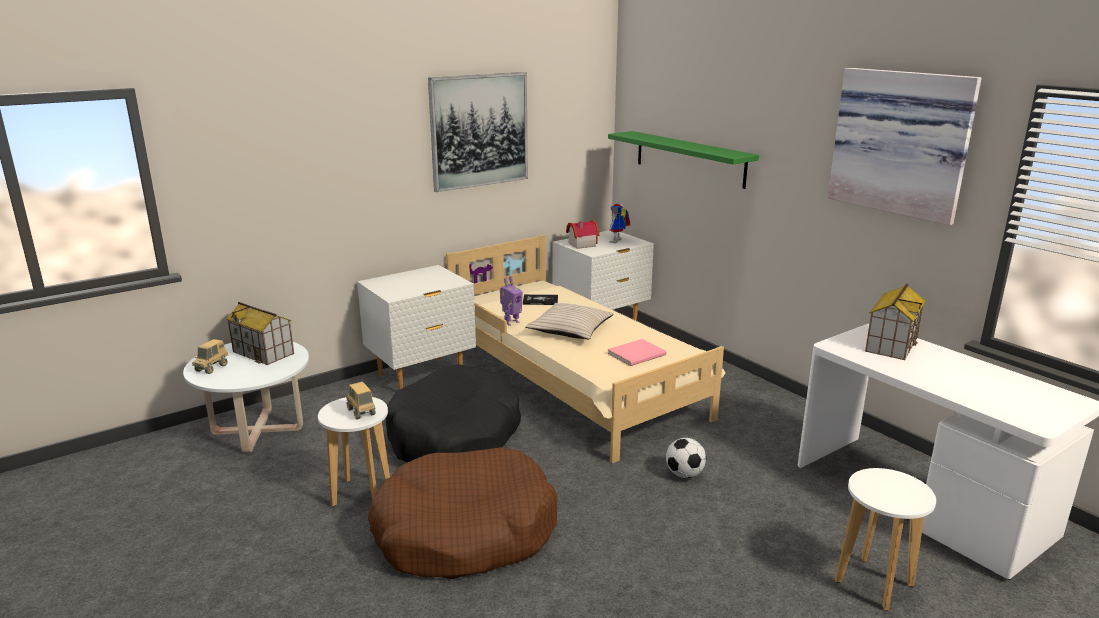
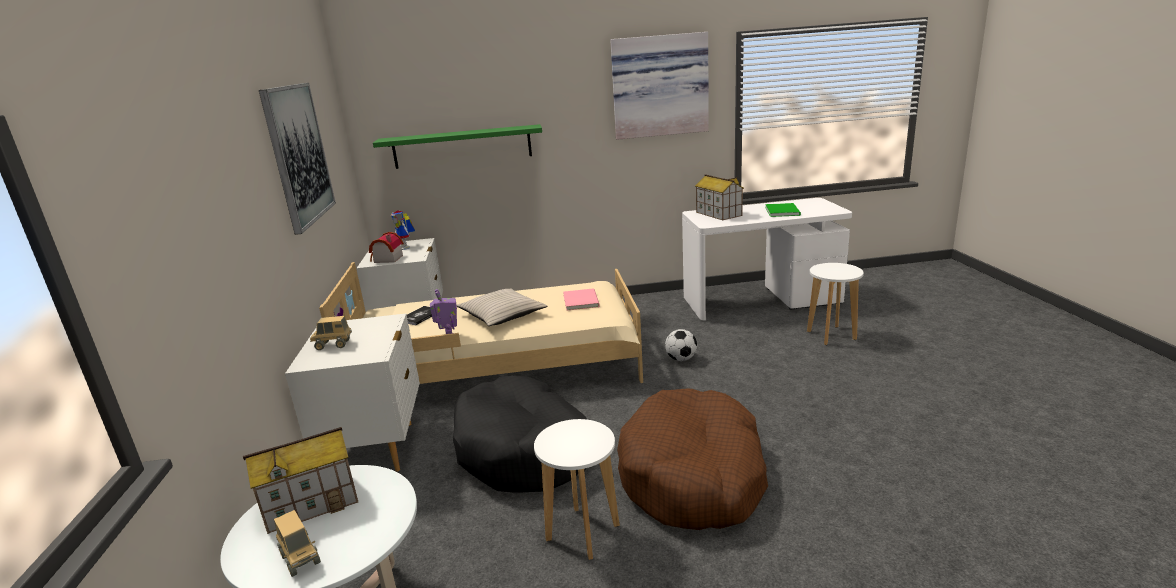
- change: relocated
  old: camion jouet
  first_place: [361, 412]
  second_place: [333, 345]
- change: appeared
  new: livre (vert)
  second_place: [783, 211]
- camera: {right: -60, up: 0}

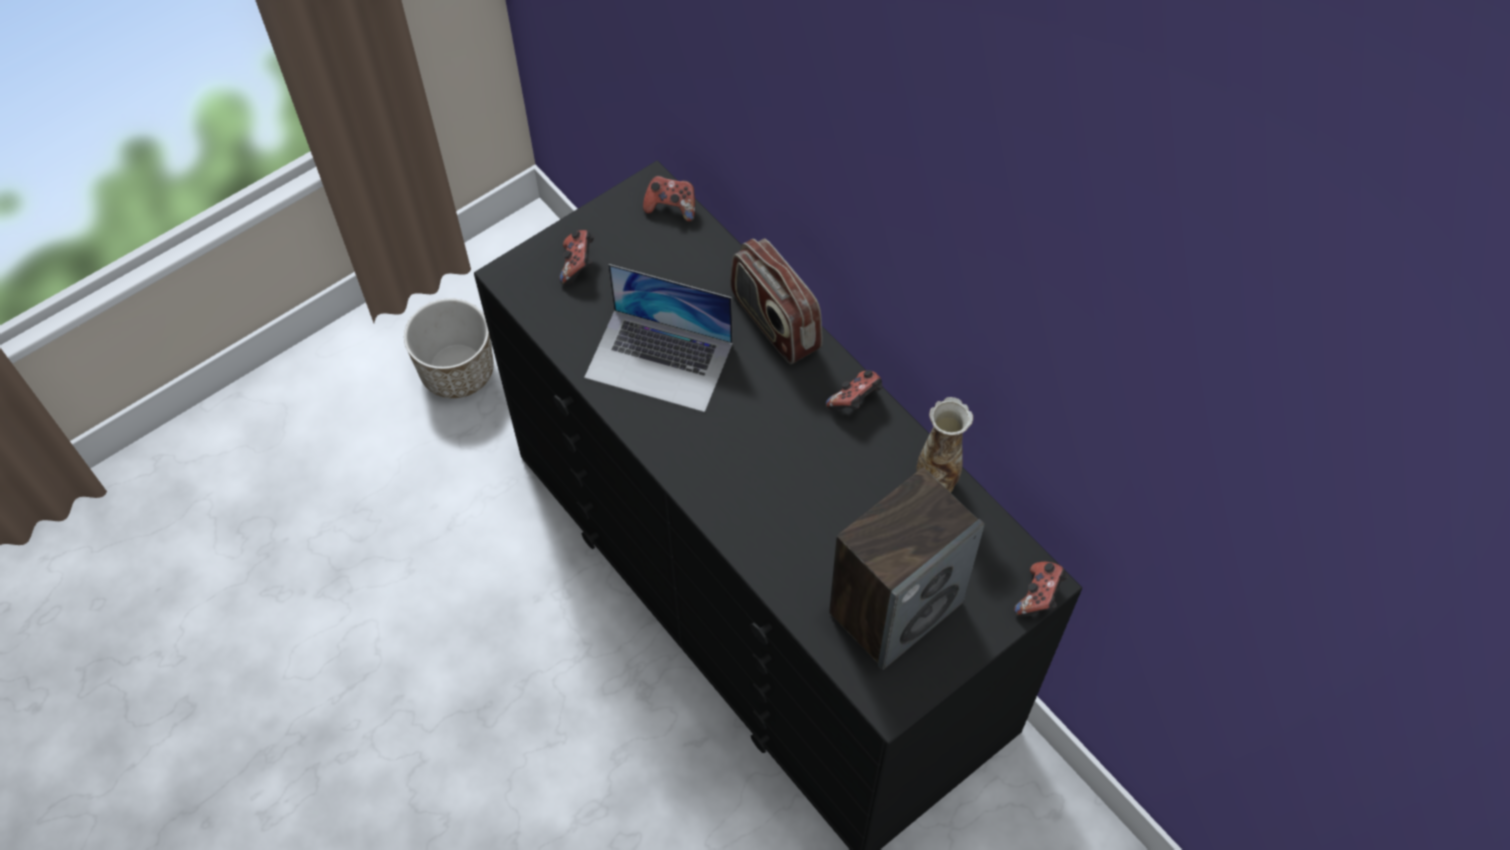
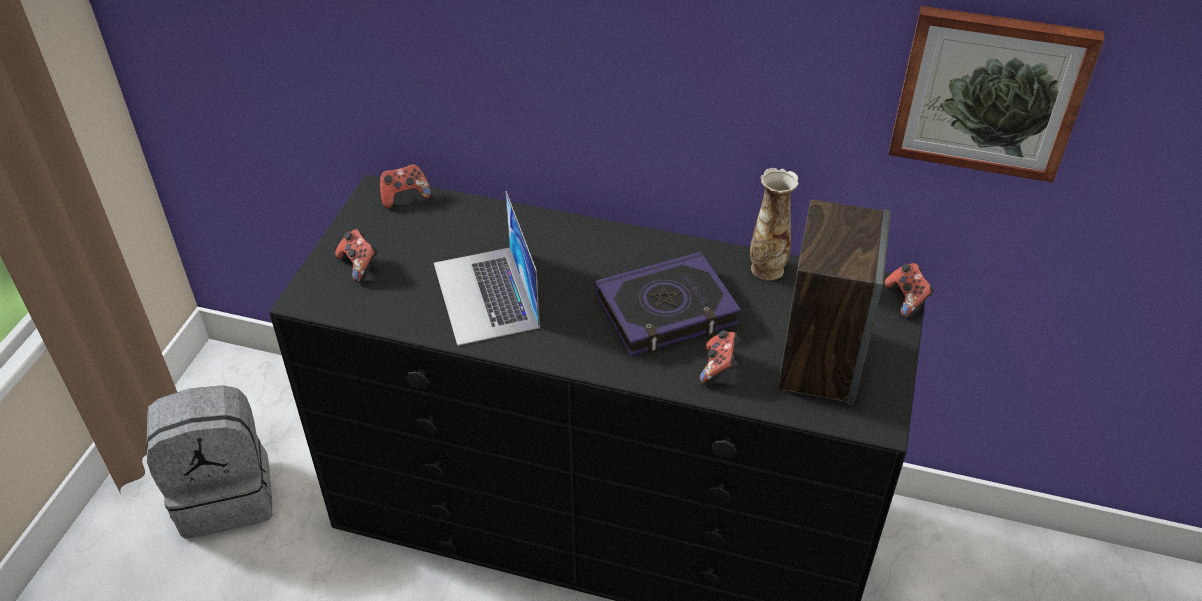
- change: exchanged
  old: cache-pot
  new: sac à dos (gris)
  first_place: [457, 371]
  second_place: [226, 494]
- change: spun
  old: ordinateur portable
  first_place: [659, 360]
  second_place: [486, 295]
  degrees: 90
- change: appeared
  new: livre
  second_place: [666, 311]
- change: relocated
  old: manette
  first_place: [855, 401]
  second_place: [719, 368]
- change: appeared
  new: tableau
  second_place: [989, 92]
- change: missing
  old: radio
  first_place: [774, 322]
- camera: {right: -35, up: -15}

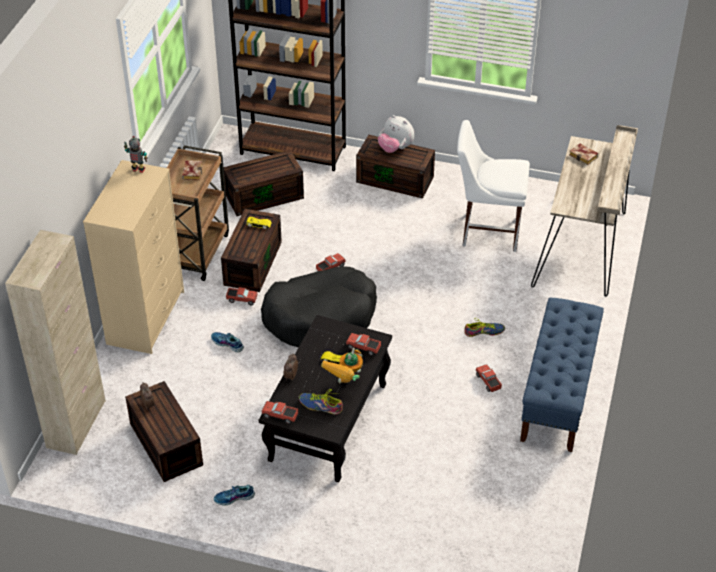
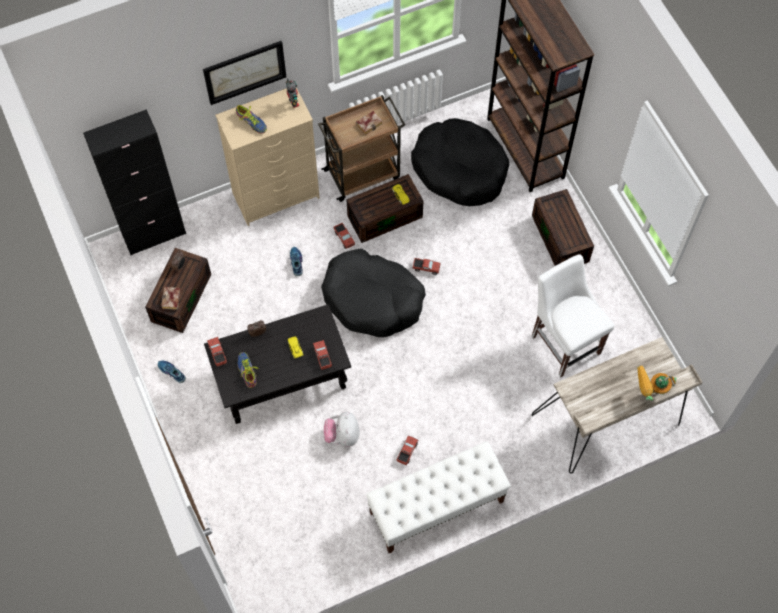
- change: colour
  old: meuble de rangement (beige)
  new: meuble de rangement (noir)
  first_place: [76, 424]
  second_place: [154, 234]
- change: relocated
  old: livre
  first_place: [584, 156]
  second_place: [172, 300]
- change: appeared
  new: tableau
  second_place: [244, 72]
- change: relocated
  old: chaussure
  first_place: [484, 332]
  second_place: [252, 122]
- change: relocated
  old: peluche
  first_place: [395, 148]
  second_place: [342, 435]
- change: colour
  old: banc (bleu)
  new: banc (blanc)
  first_place: [558, 395]
  second_place: [436, 507]
- change: exchanged
  old: boîte de rangement (marron)
  new: panier pour chien (noir)
  first_place: [265, 195]
  second_place: [459, 169]
- change: relocated
  old: robot jouet
  first_place: [346, 385]
  second_place: [649, 392]
- camera: {right: 50, up: 20}

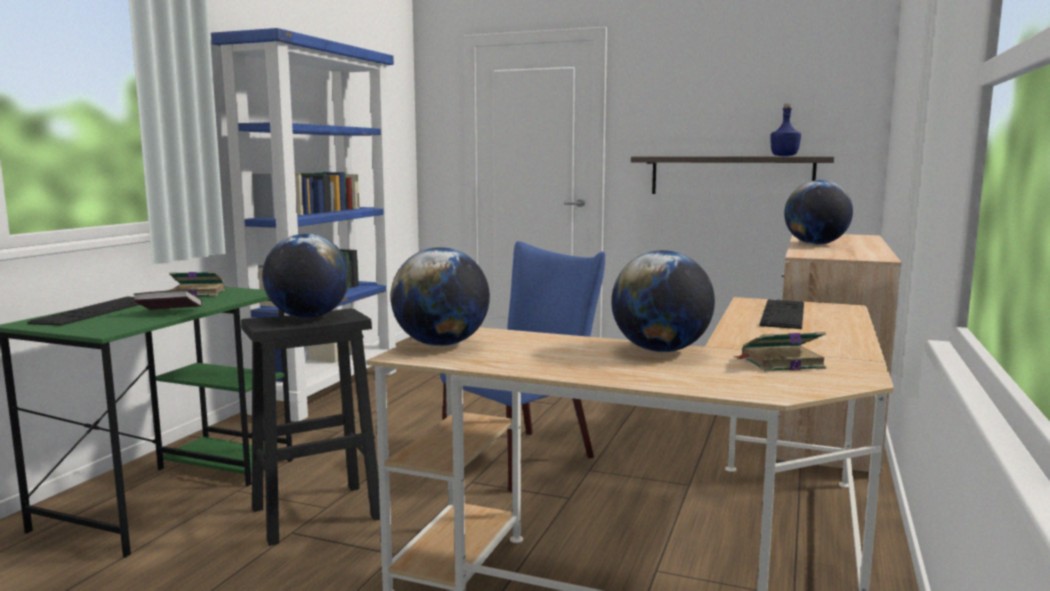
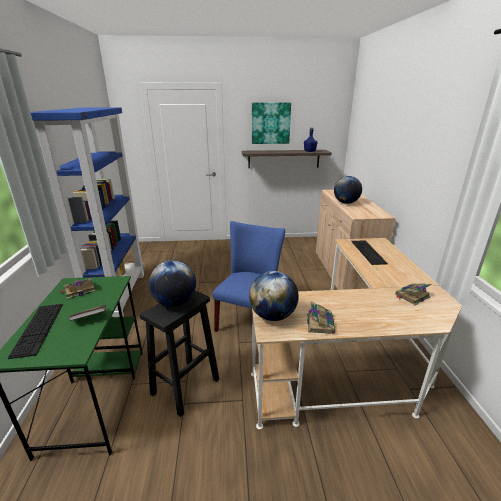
- change: appeared
  new: tableau
  second_place: [270, 123]
- change: appeared
  new: livre
  second_place: [320, 323]
- change: missing
  old: globe
  first_place: [660, 350]
- camera: {right: -25, up: 15}

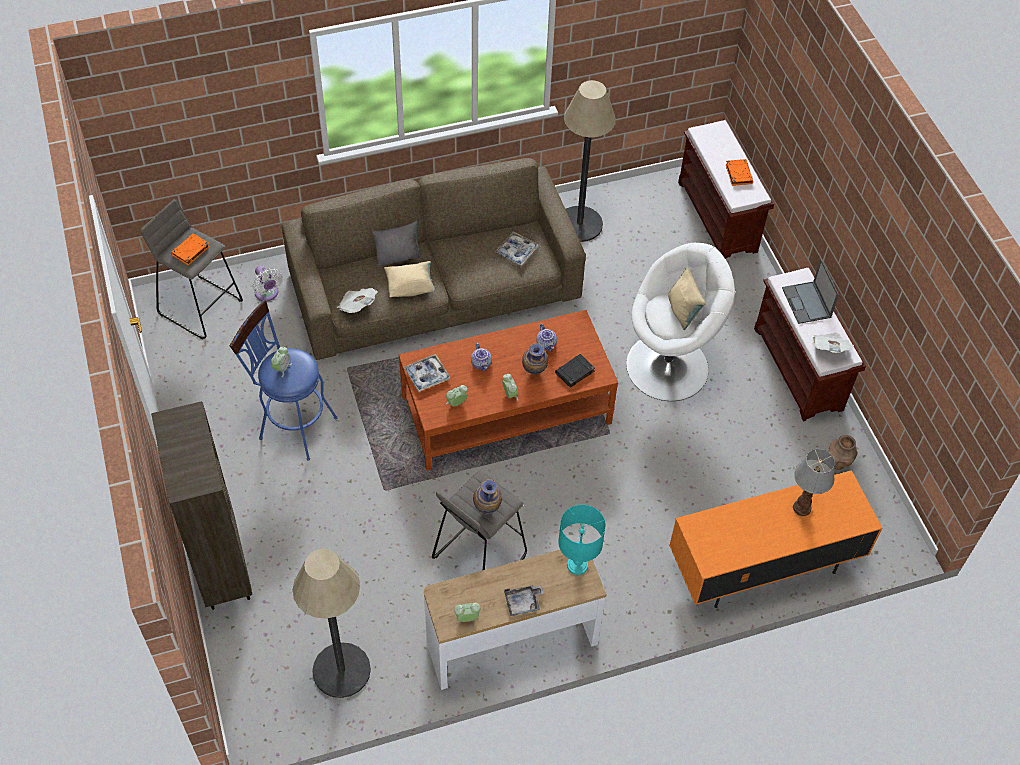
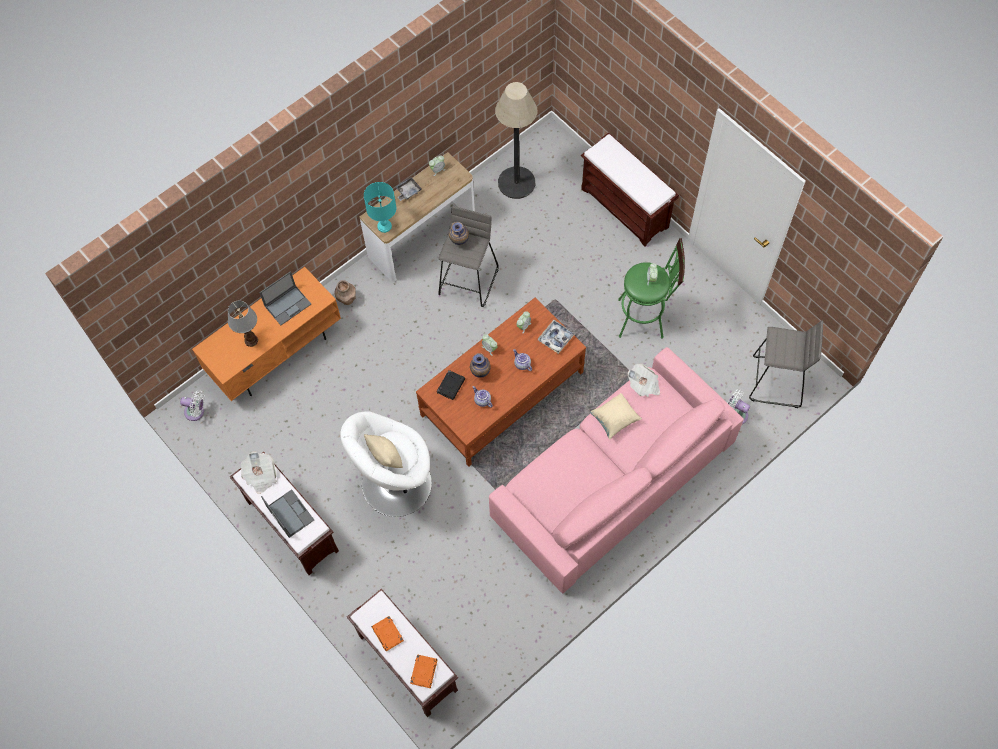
- change: appeared
  new: ventilateur (blanc)
  second_place: [196, 412]
- change: appeared
  new: ordinateur portable
  second_place: [288, 305]
- change: relocated
  old: vase (marron)
  first_place: [837, 463]
  second_place: [347, 300]
- change: relocated
  old: livre (orange)
  first_place: [190, 251]
  second_place: [423, 671]
- change: colour
  old: canapé (marron)
  new: canapé (rose)
  first_place: [435, 287]
  second_place: [612, 478]
- change: exchanged
  old: bibliothèque (marron)
  new: banc (marron)
  first_place: [222, 570]
  second_place: [625, 208]
- change: colour
  old: tabouret (bleu)
  new: tabouret (vert)
  first_place: [292, 425]
  second_place: [646, 318]
- change: missing
  old: coussin (gris)
  first_place: [398, 257]
- change: missing
  old: plateau
  first_place: [516, 251]
- change: missing
  old: lampadaire
  first_place: [579, 224]
- camera: {right: 160, up: 10}

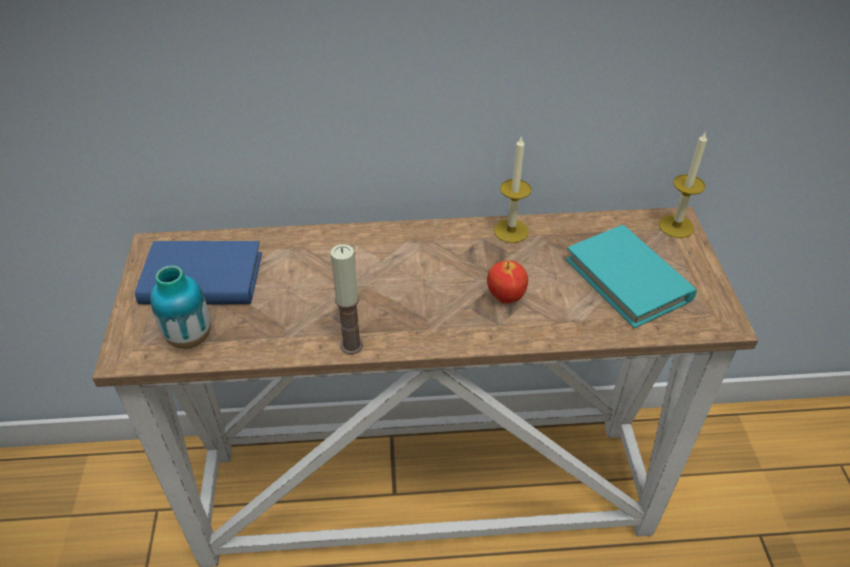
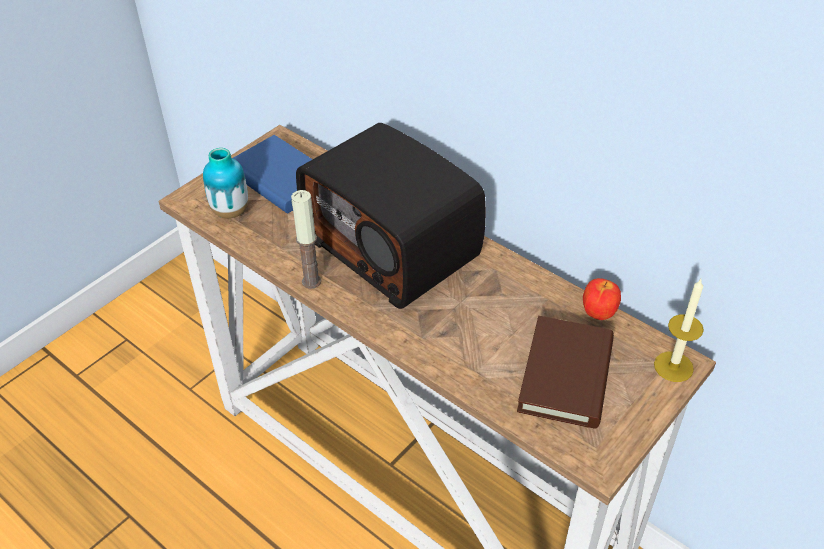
- change: appeared
  new: radio
  second_place: [395, 247]
- change: colour
  old: livre (turquoise)
  new: livre (marron)
  first_place: [627, 279]
  second_place: [566, 376]
- change: relocated
  old: pomme
  first_place: [505, 297]
  second_place: [597, 313]
- change: missing
  old: bougie
  first_place: [511, 231]
- camera: {right: 45, up: 0}

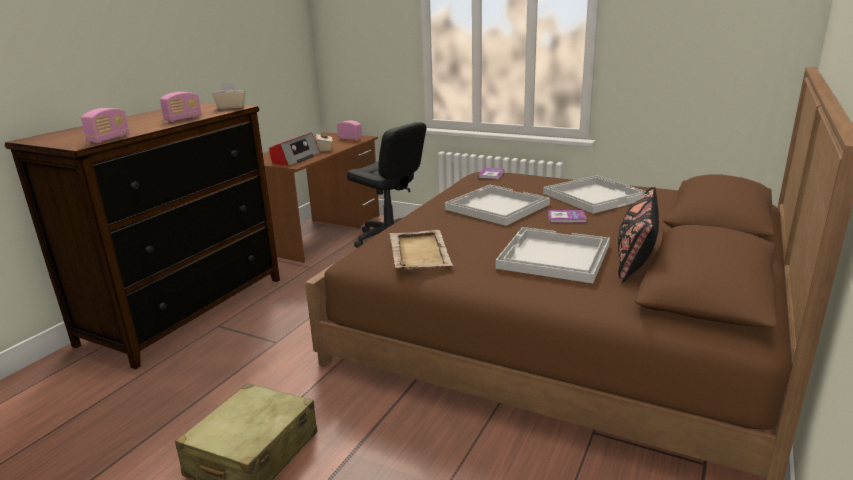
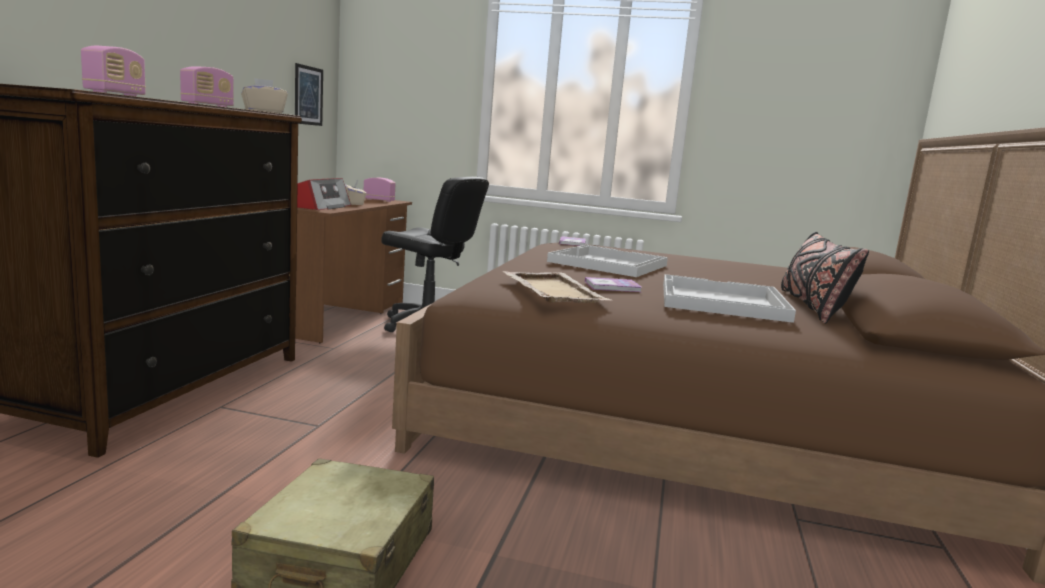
- change: appeared
  new: tableau
  second_place: [308, 95]
- change: relocated
  old: livre
  first_place: [566, 217]
  second_place: [612, 286]
- change: missing
  old: plateau (blanc)
  first_place: [594, 196]
- camera: {right: -15, up: -10}

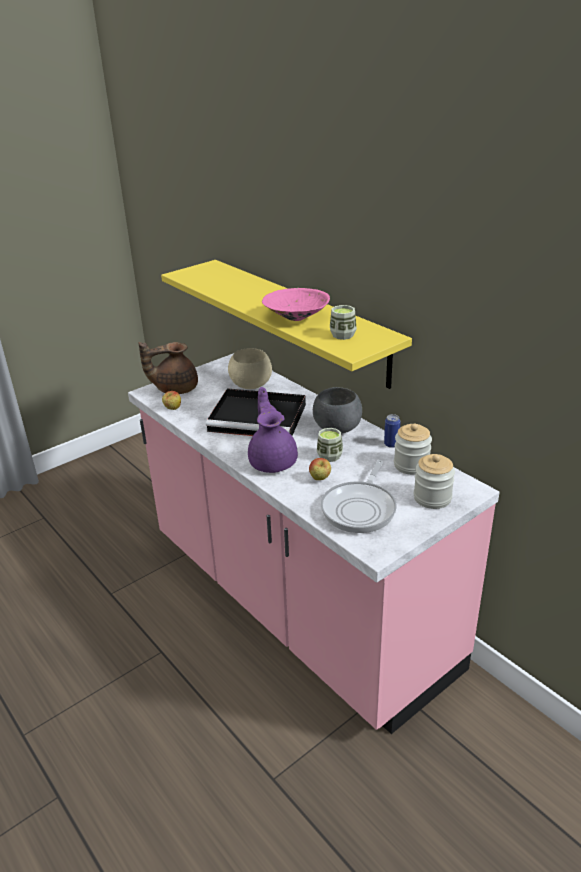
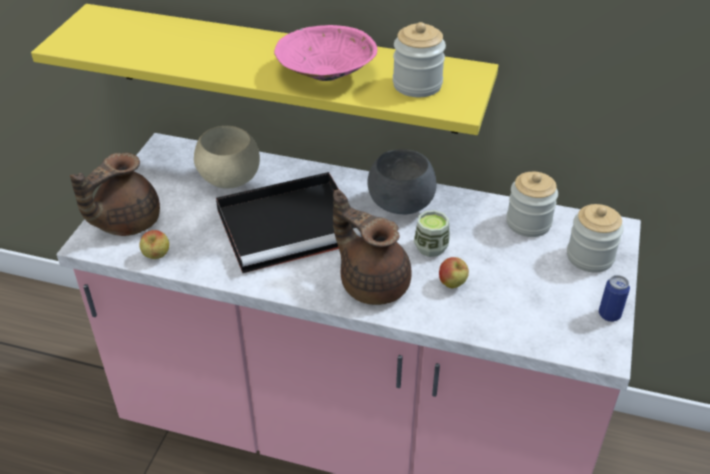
- change: colour
  old: théière (violet)
  new: théière (marron)
  first_place: [273, 461]
  second_place: [372, 282]
- change: exchanged
  old: tasse
  new: bocal
  first_place: [343, 335]
  second_place: [417, 85]
- change: relocated
  old: boîte métallique
  first_place: [391, 444]
  second_place: [609, 314]
- change: missing
  old: poêle
  first_place: [360, 508]
- camera: {right: -35, up: 10}

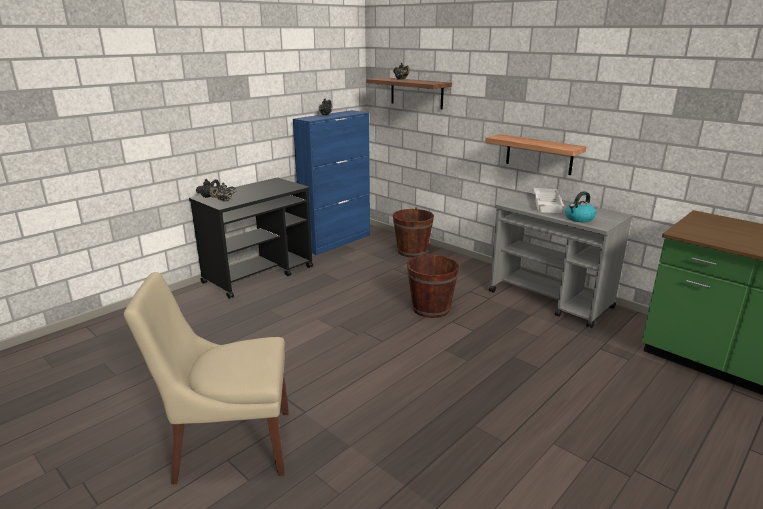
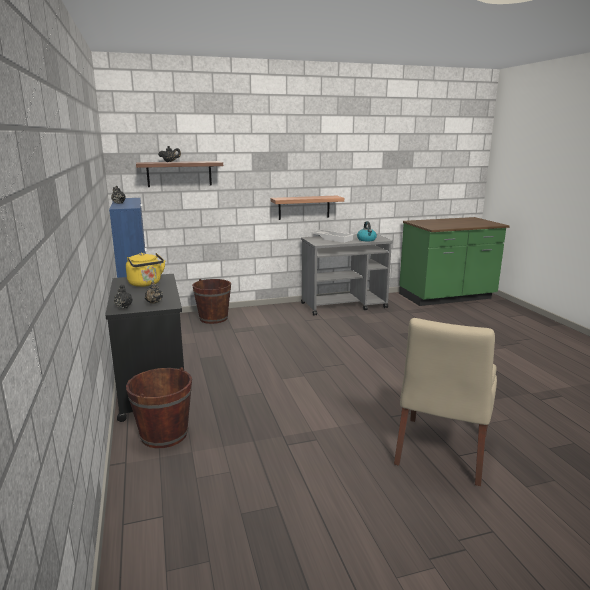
- change: appeared
  new: bouilloire (jaune)
  second_place: [146, 284]
- change: relocated
  old: seau (marron)
  first_place: [431, 308]
  second_place: [164, 435]
- camera: {right: -60, up: -5}

